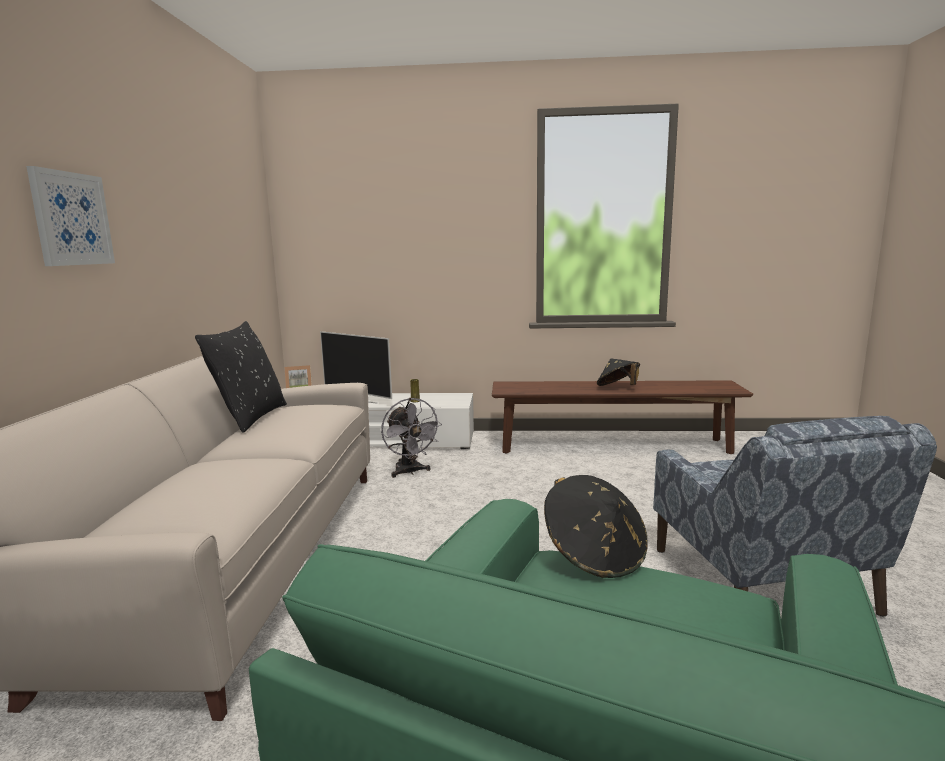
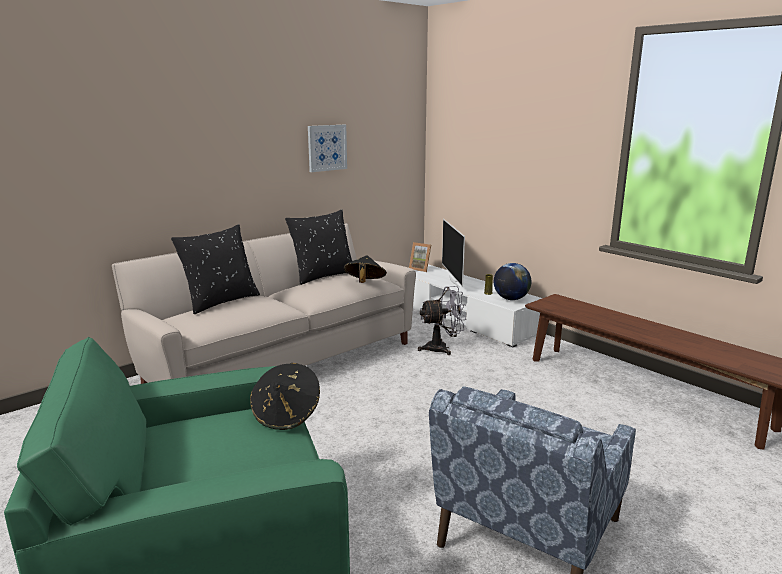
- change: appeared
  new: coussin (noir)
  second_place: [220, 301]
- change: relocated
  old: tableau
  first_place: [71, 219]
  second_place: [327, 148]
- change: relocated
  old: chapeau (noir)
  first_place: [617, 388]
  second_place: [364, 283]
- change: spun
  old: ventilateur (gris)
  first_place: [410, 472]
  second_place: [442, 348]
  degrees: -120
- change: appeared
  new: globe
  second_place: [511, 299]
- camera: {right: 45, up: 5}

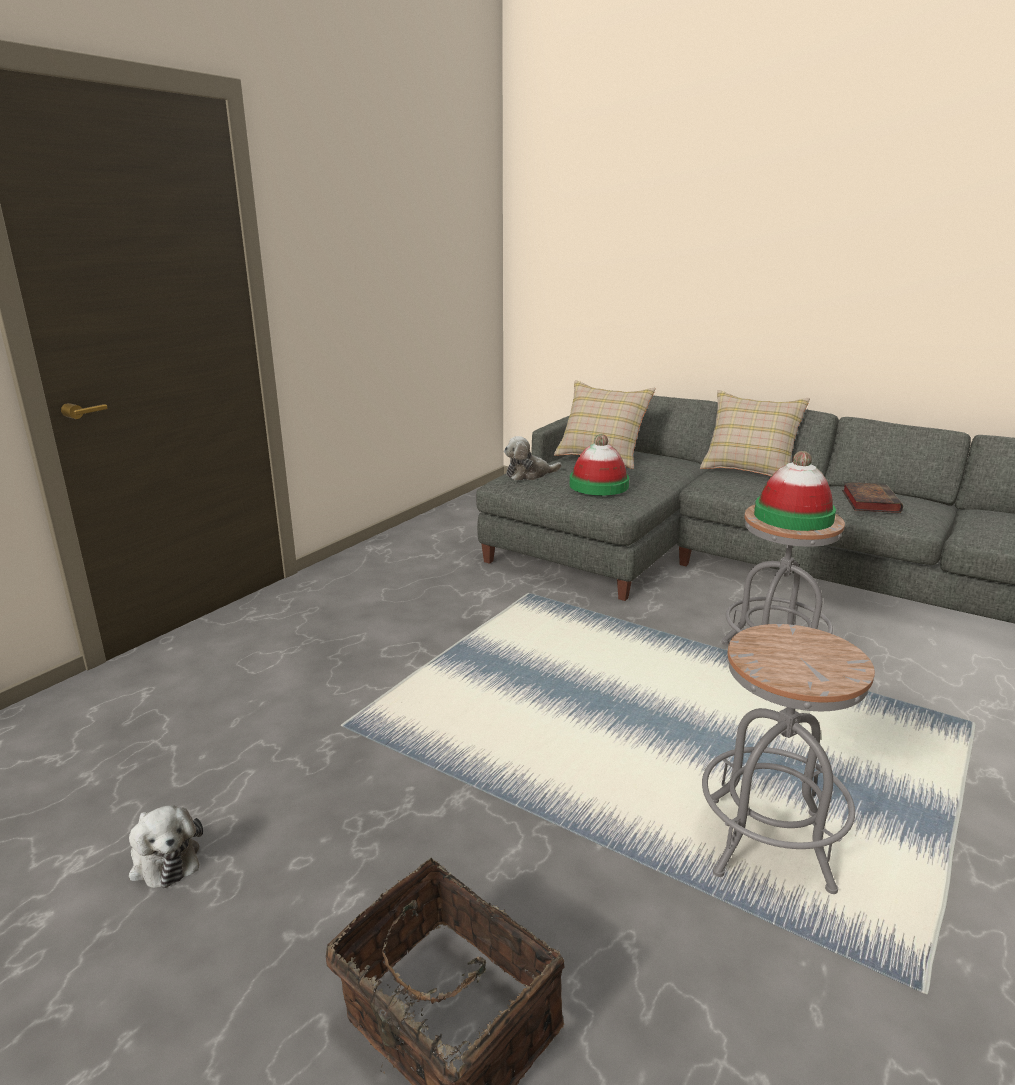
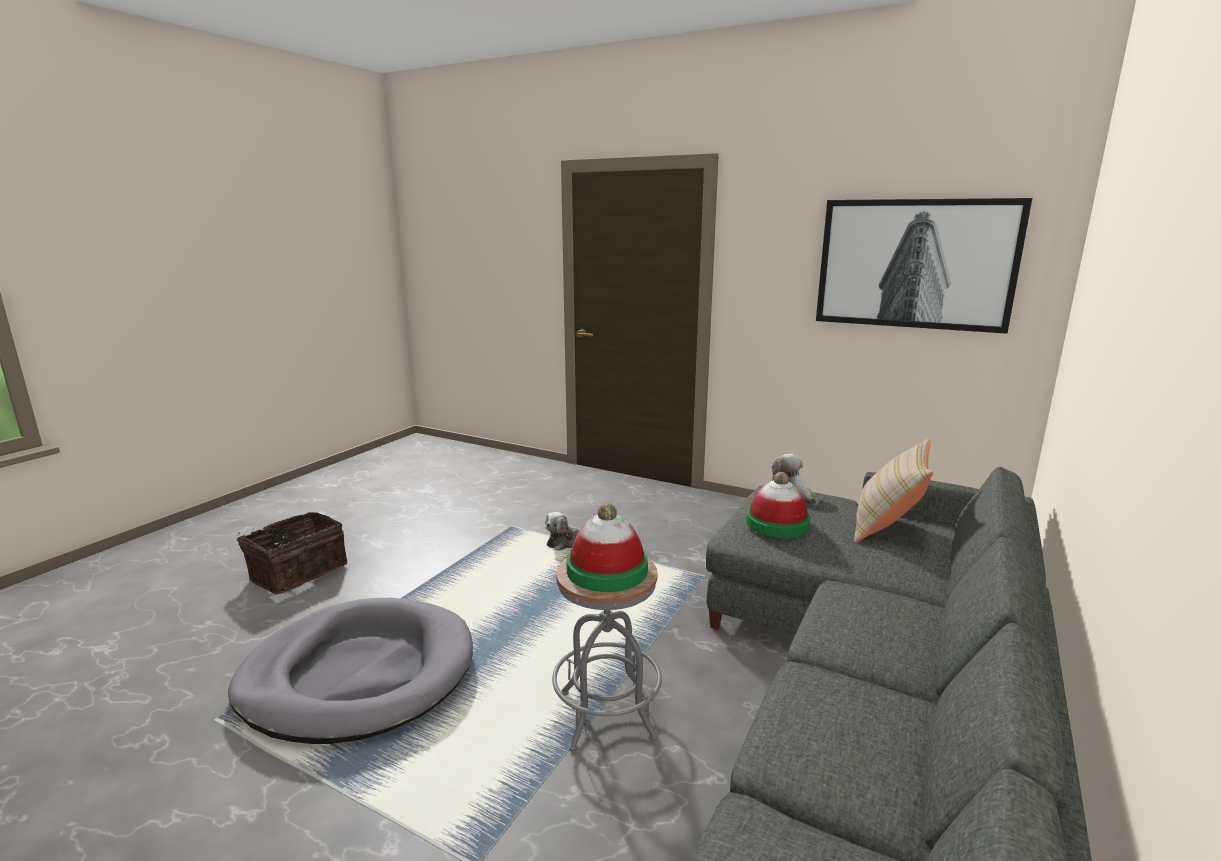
- change: exchanged
  old: tabouret (gris)
  new: panier pour chien (gris)
  first_place: [768, 843]
  second_place: [359, 675]
- change: relocated
  old: peluche
  first_place: [164, 858]
  second_place: [565, 542]
- change: appeared
  new: tableau
  second_place: [915, 264]
- change: missing
  old: coussin (beige)
  first_place: [749, 470]
- change: missing
  old: livre
  first_place: [869, 501]
- camera: {right: 85, up: -5}

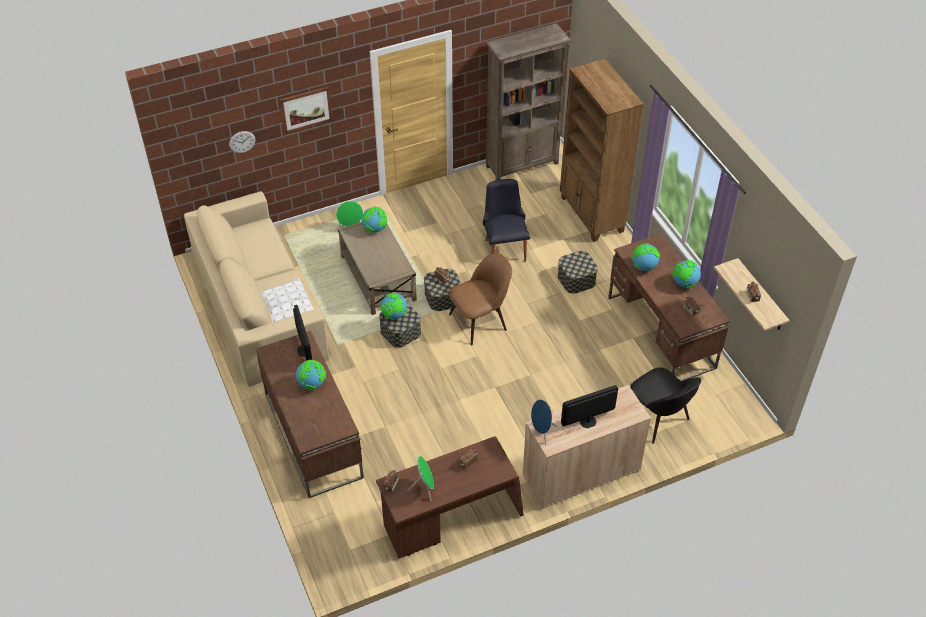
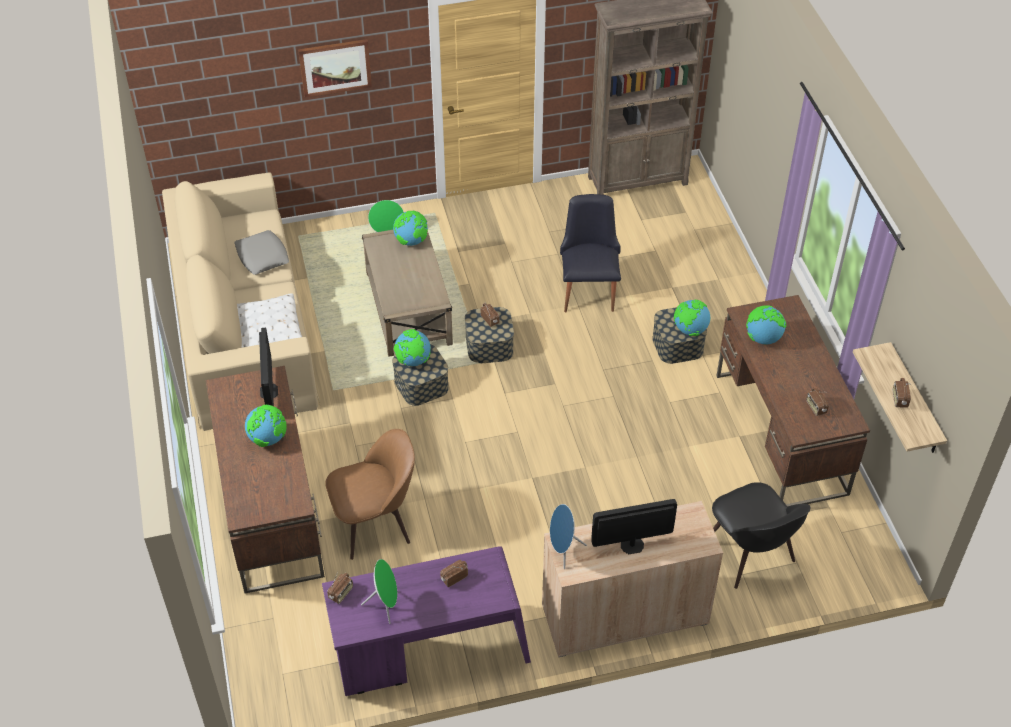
- change: appeared
  new: coussin (gris)
  second_place: [262, 256]
- change: colour
  old: bureau (marron)
  new: bureau (violet)
  first_place: [452, 519]
  second_place: [430, 652]
- change: relocated
  old: chaise (marron)
  first_place: [480, 321]
  second_place: [375, 522]
- change: relocated
  old: globe
  first_place: [684, 284]
  second_place: [690, 330]
- change: missing
  old: horloge murale
  first_place: [242, 142]
- change: missing
  old: bibliothèque (marron)
  first_place: [591, 215]
- camera: {right: 10, up: 0}

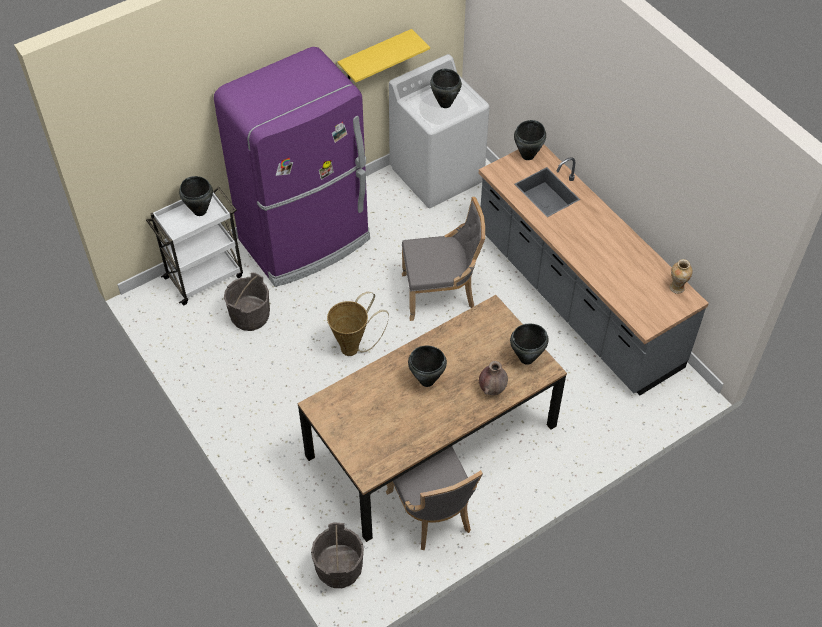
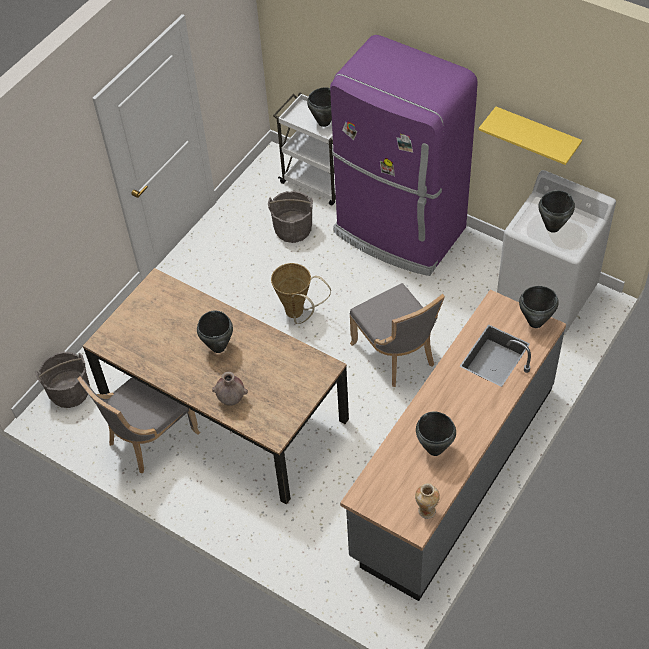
- change: relocated
  old: marmite (noir)
  first_place: [527, 359]
  second_place: [434, 449]
- camera: {right: 70, up: 0}

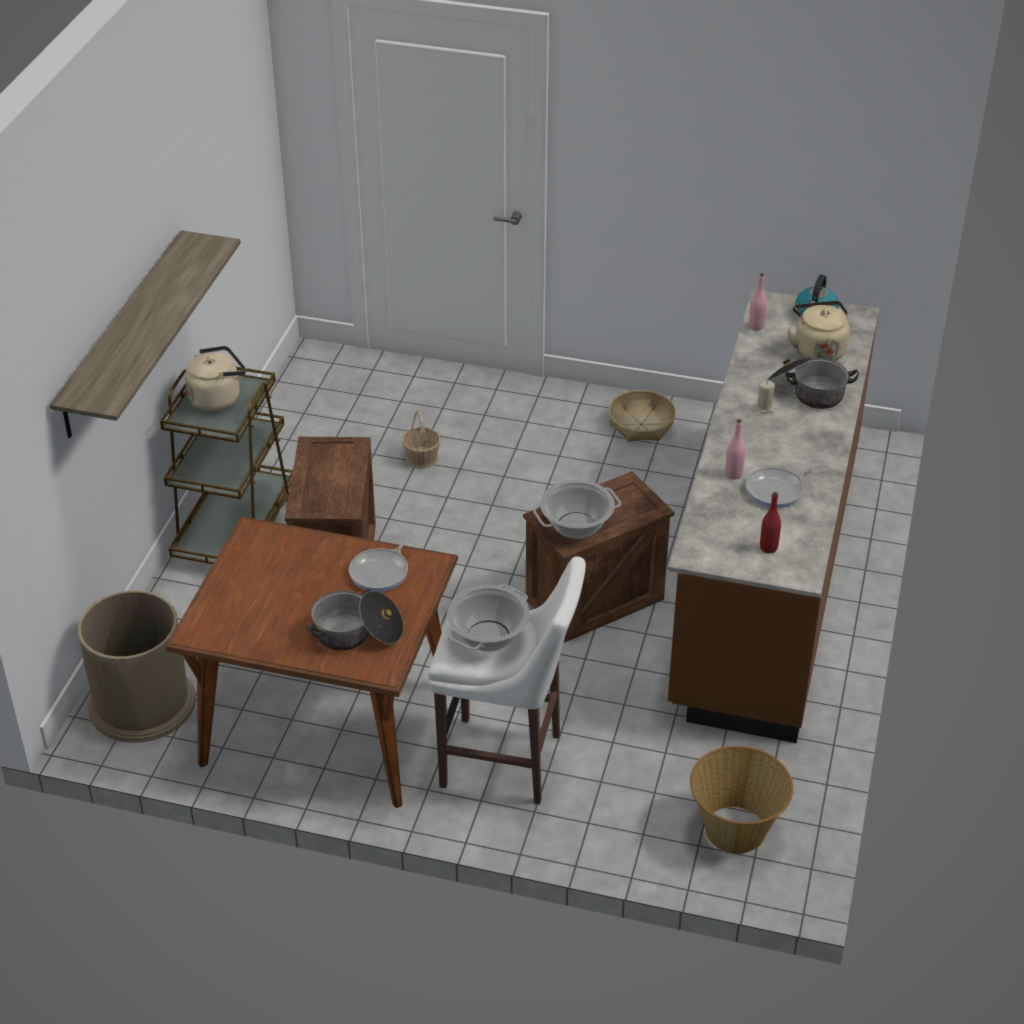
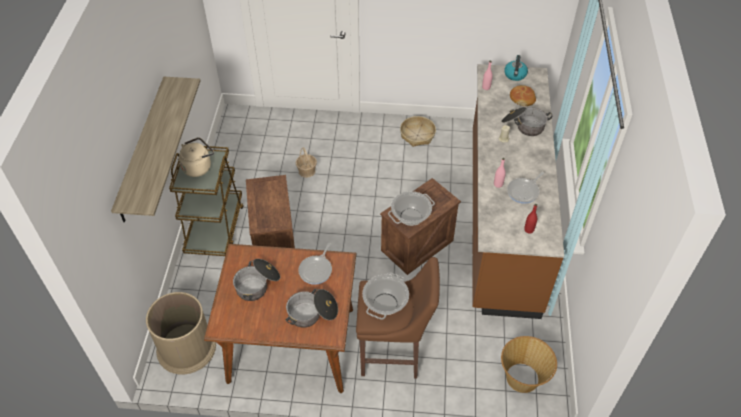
- change: appeared
  new: marmite
  second_place: [257, 285]
- change: colour
  old: tabouret (blanc)
  new: tabouret (marron)
  first_place: [507, 762]
  second_place: [394, 354]
- change: exchanged
  old: bouilloire (beige)
  new: pain
  first_place: [817, 350]
  second_place: [522, 98]
- camera: {right: -10, up: 10}

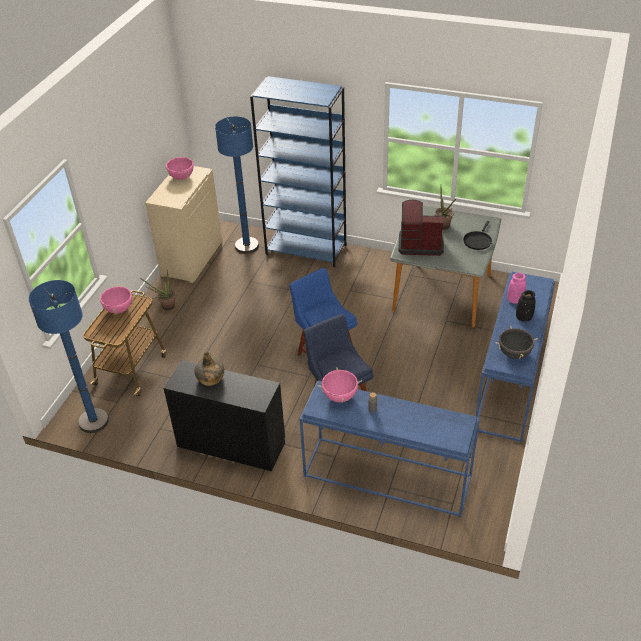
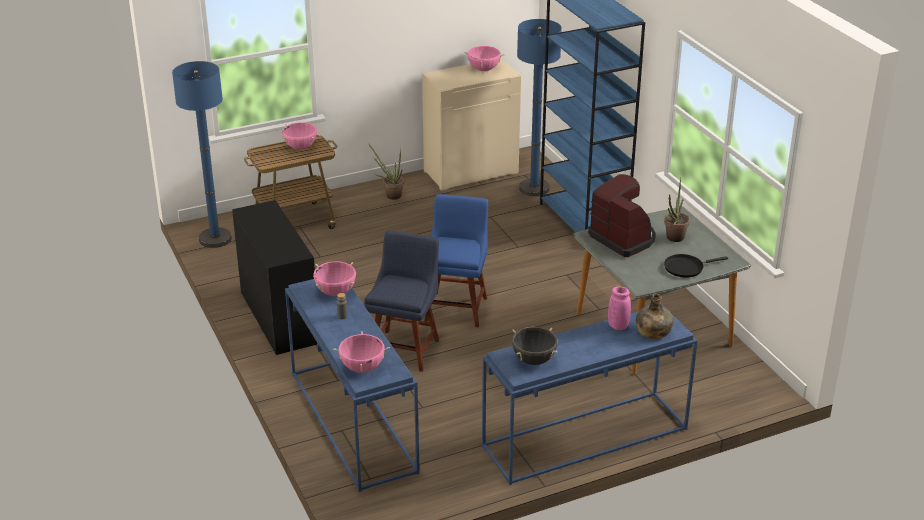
- change: appeared
  new: marmite (rose)
  second_place: [362, 368]
- change: relocated
  old: bouteille (vert)
  first_place: [210, 378]
  second_place: [653, 331]
- change: missing
  old: vase (noir)
  first_place: [523, 318]
- camera: {right: 45, up: -10}

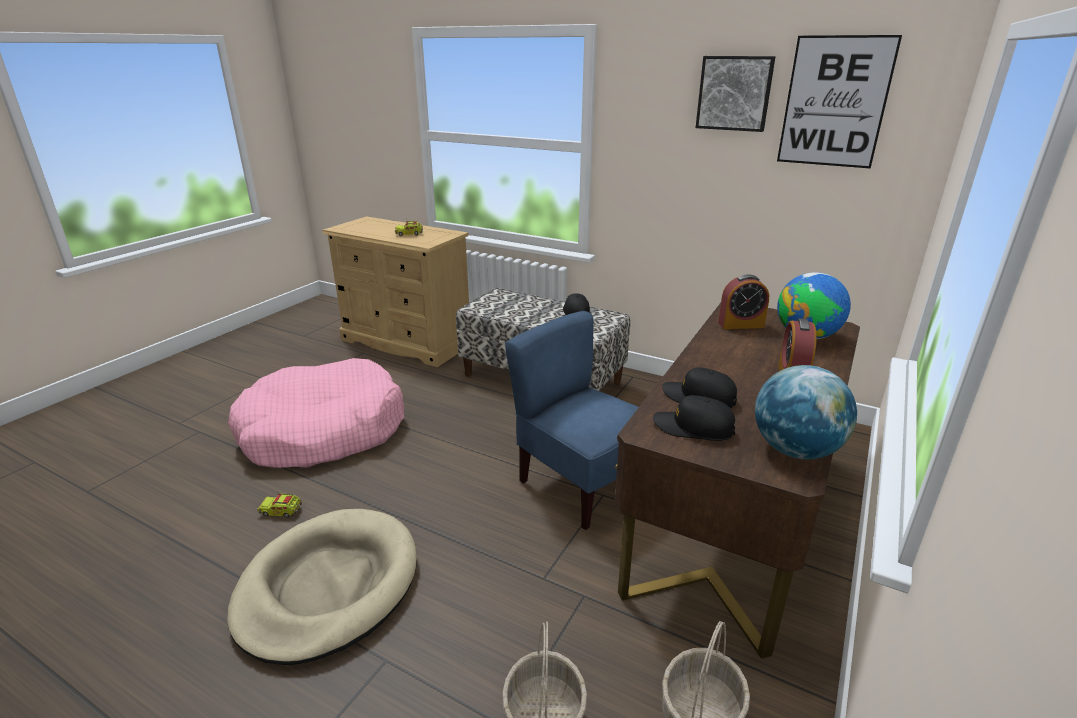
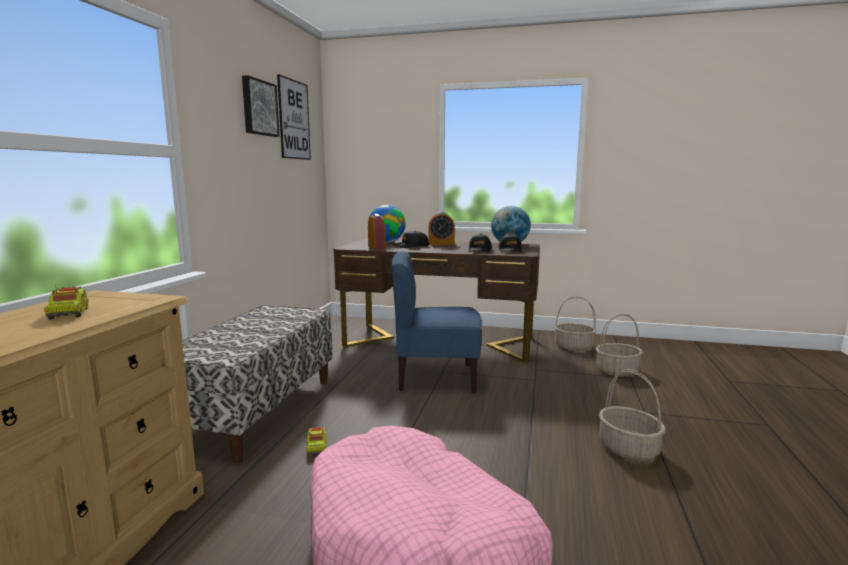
- change: relocated
  old: camion jouet
  first_place: [281, 511]
  second_place: [316, 447]
- change: spun
  old: chaise (bleu)
  first_place: [581, 484]
  second_place: [436, 378]
  degrees: 60
- change: relocated
  old: casquette (noir)
  first_place: [575, 312]
  second_place: [411, 246]
- change: exchanged
  old: panier pour chien (beige)
  new: panier
  first_place: [328, 587]
  second_place: [629, 449]
- camera: {right: -105, up: -15}

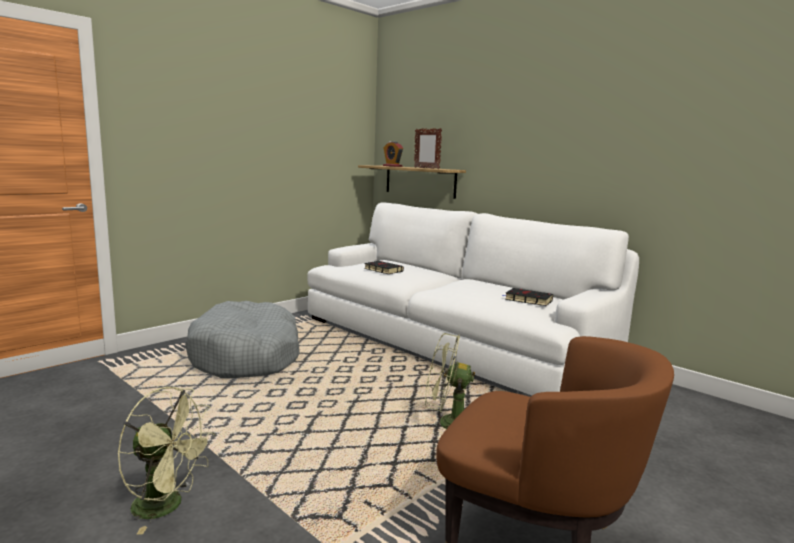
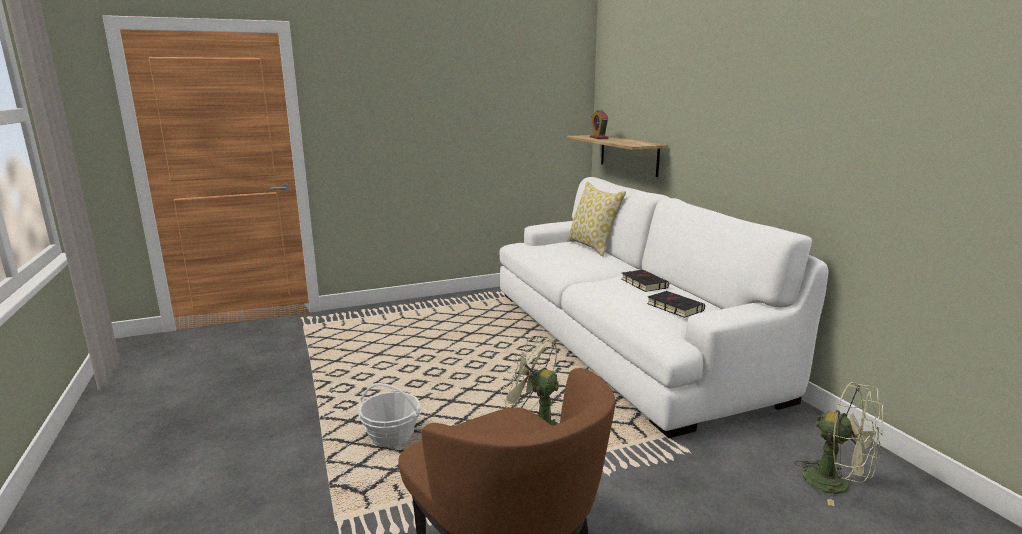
- change: appeared
  new: panier
  second_place: [391, 437]
- change: appeared
  new: coussin
  second_place: [593, 247]
- change: relocated
  old: livre (noir)
  first_place: [382, 270]
  second_place: [643, 283]
- change: relocated
  old: ventilateur (vert)
  first_place: [167, 506]
  second_place: [837, 485]
- change: missing
  old: panier pour chien (gris)
  first_place: [246, 356]
- change: missing
  old: cadre photo
  first_place: [426, 168]
- camera: {right: 25, up: 5}

